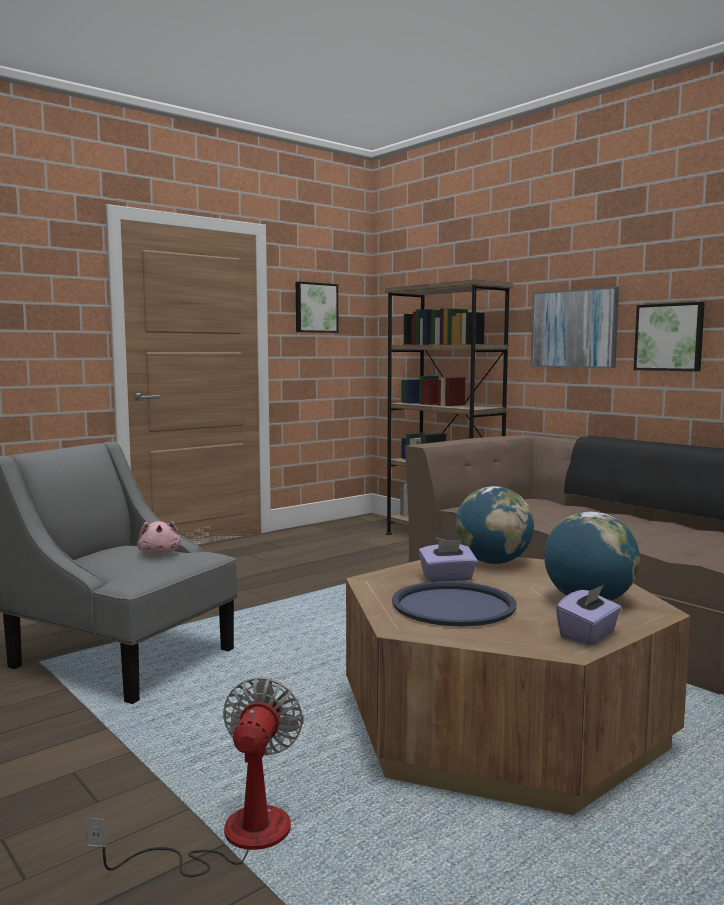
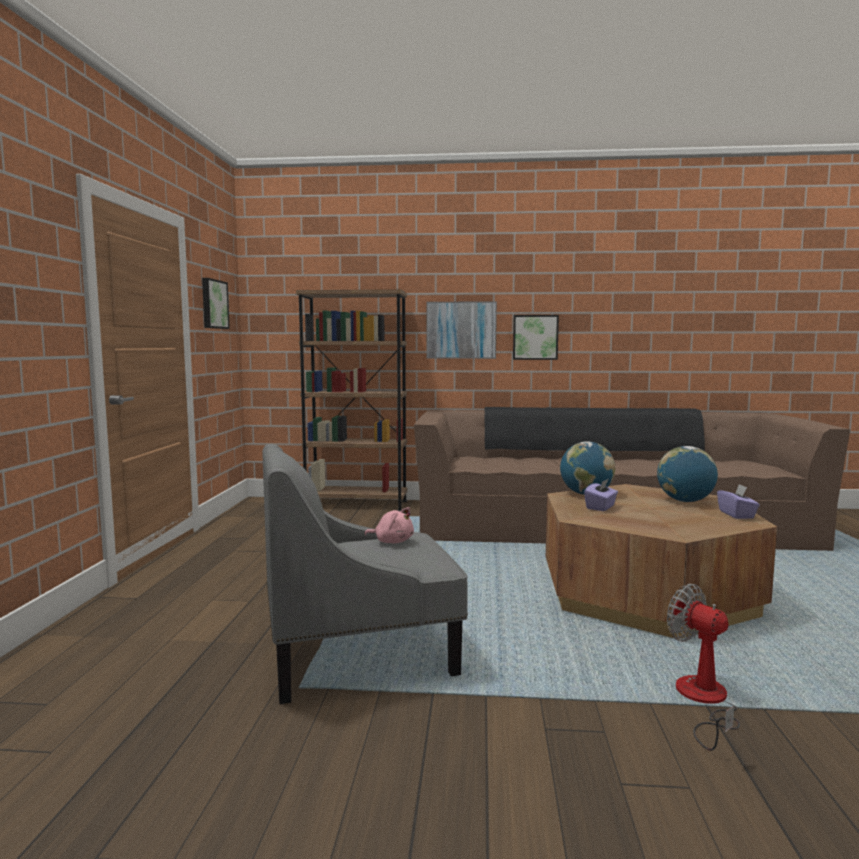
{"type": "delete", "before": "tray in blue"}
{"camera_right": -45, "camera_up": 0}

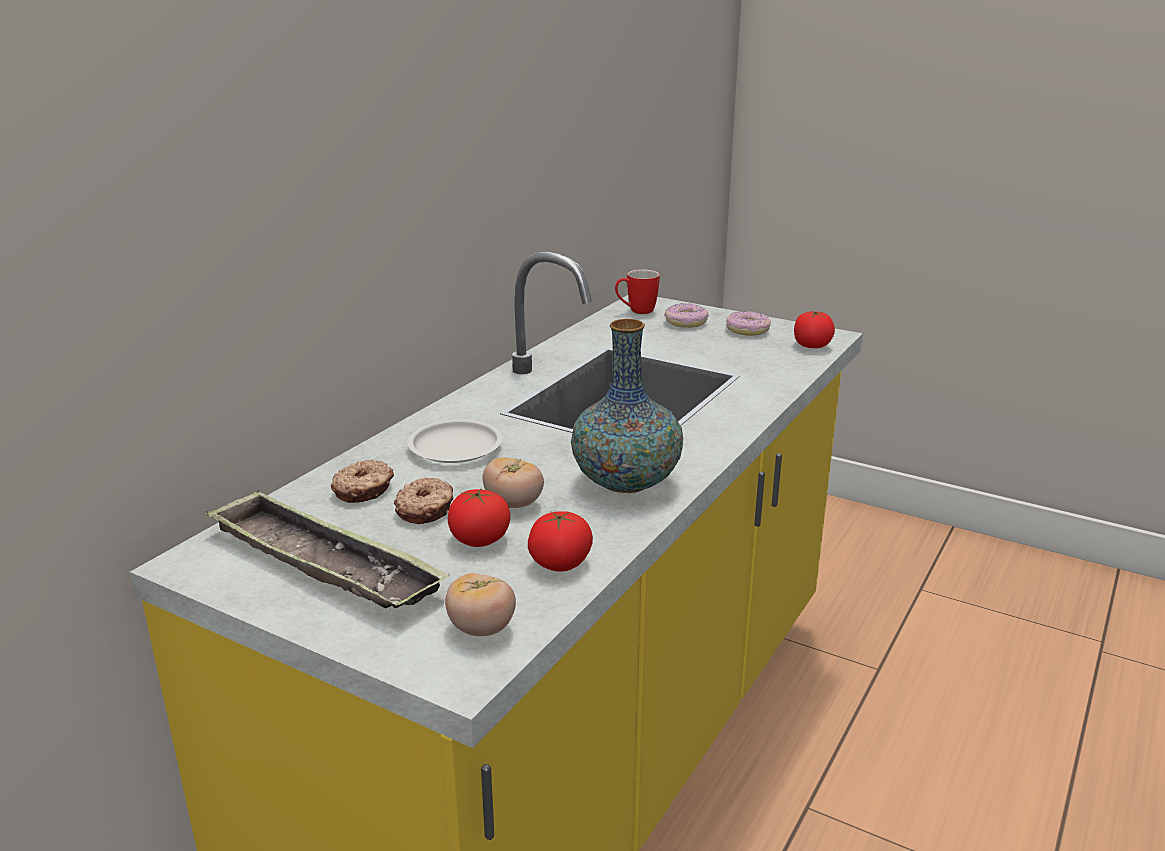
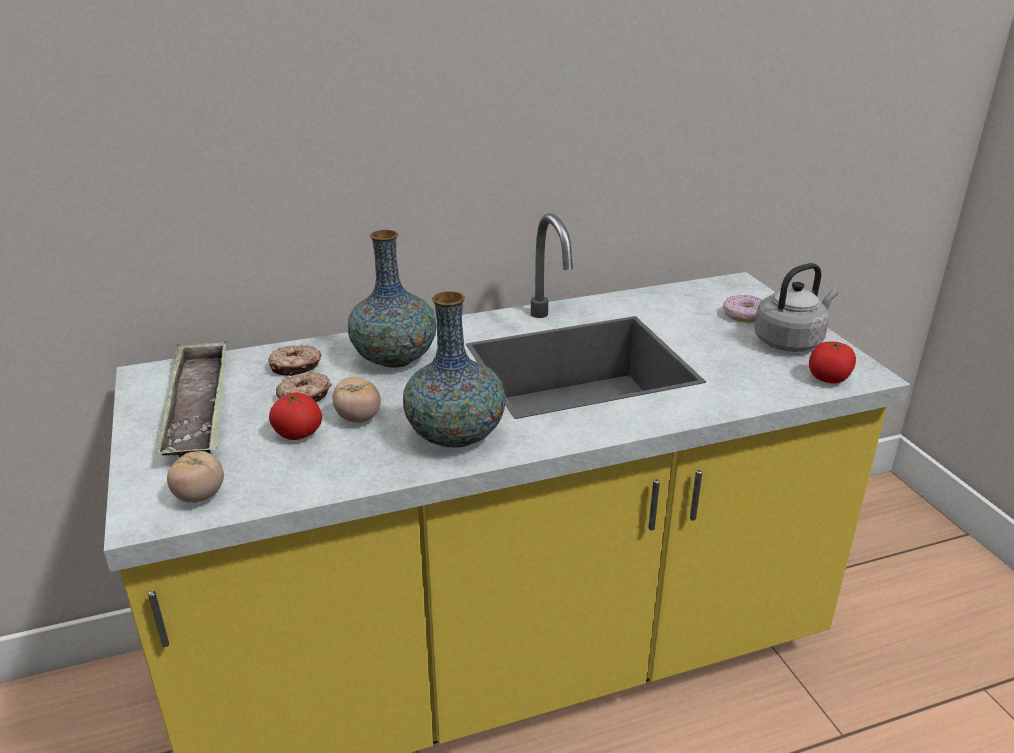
{"type": "delete", "before": "tomato (4th from left)"}
{"type": "delete", "before": "mug"}
{"type": "replace", "before": "plate in white", "after": "vase (1st from left)"}
{"type": "replace", "before": "donut (4th from left)", "after": "kettle in grey"}
{"camera_right": 40, "camera_up": 5}

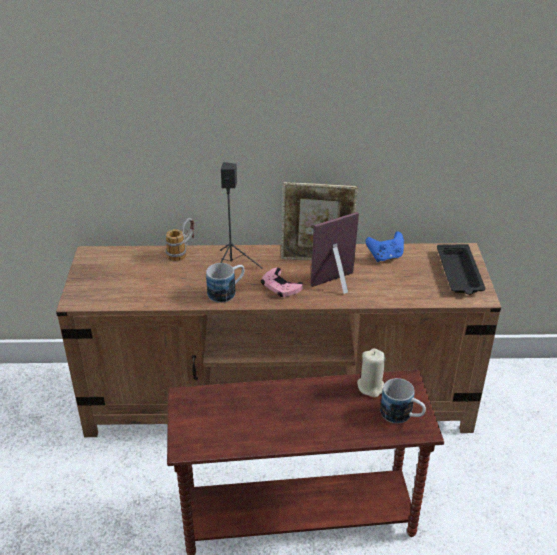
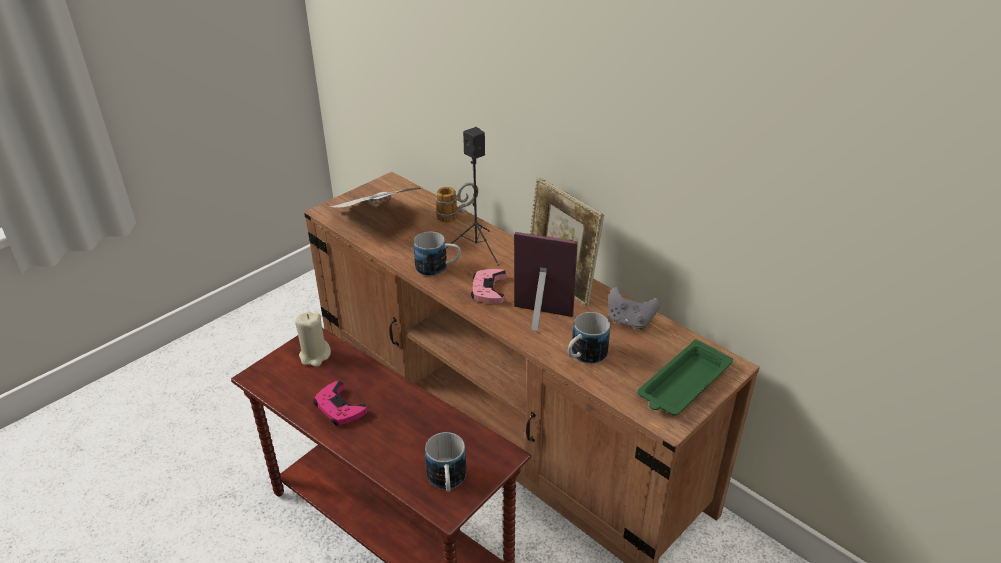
{"type": "insert", "after": "game controller in pink (1st from left)"}
{"type": "insert", "after": "newspaper"}
{"type": "insert", "after": "mug (4th from left)"}
{"type": "move", "before": "candle in beige"}
{"type": "recolor", "before": "game controller in blue", "after": "game controller in grey"}
{"type": "recolor", "before": "tray in black", "after": "tray in green"}
{"camera_right": 45, "camera_up": 0}

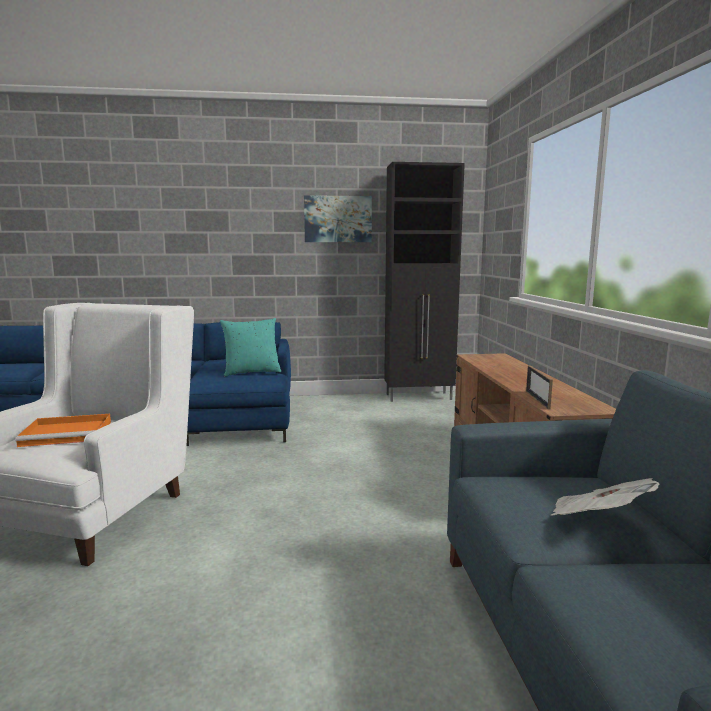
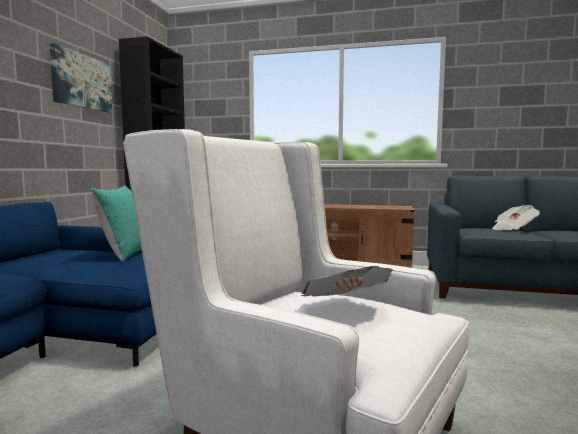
{"type": "delete", "before": "picture frame"}
{"type": "replace", "before": "tray in orange", "after": "newspaper (1st from left)"}
{"camera_right": -70, "camera_up": -5}

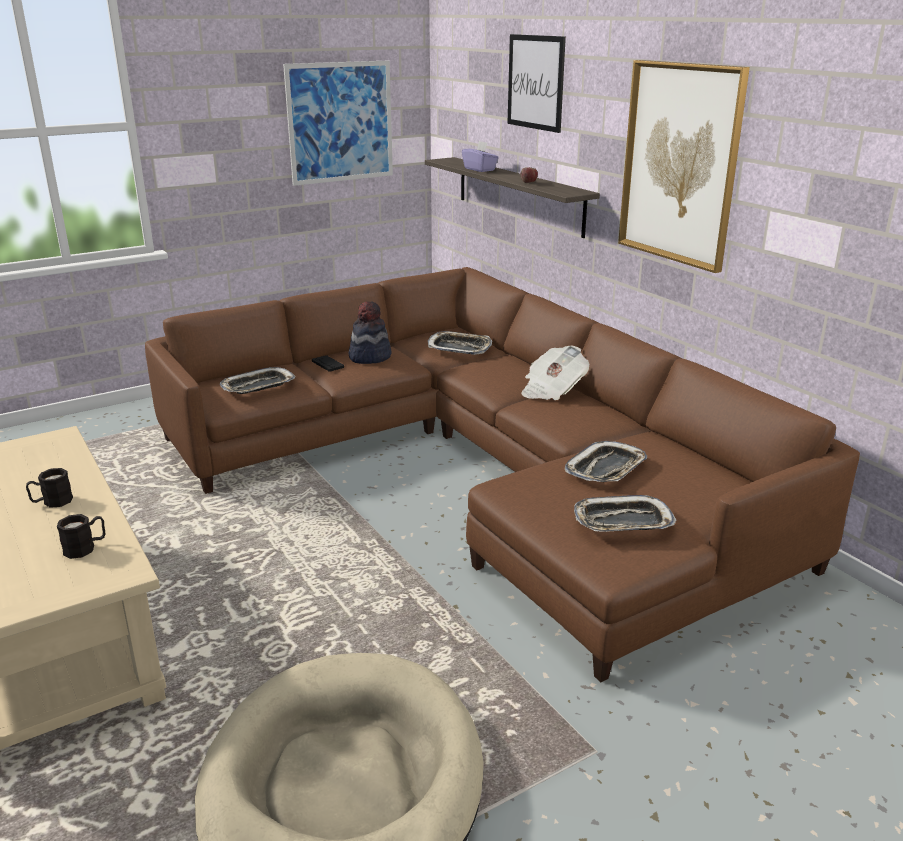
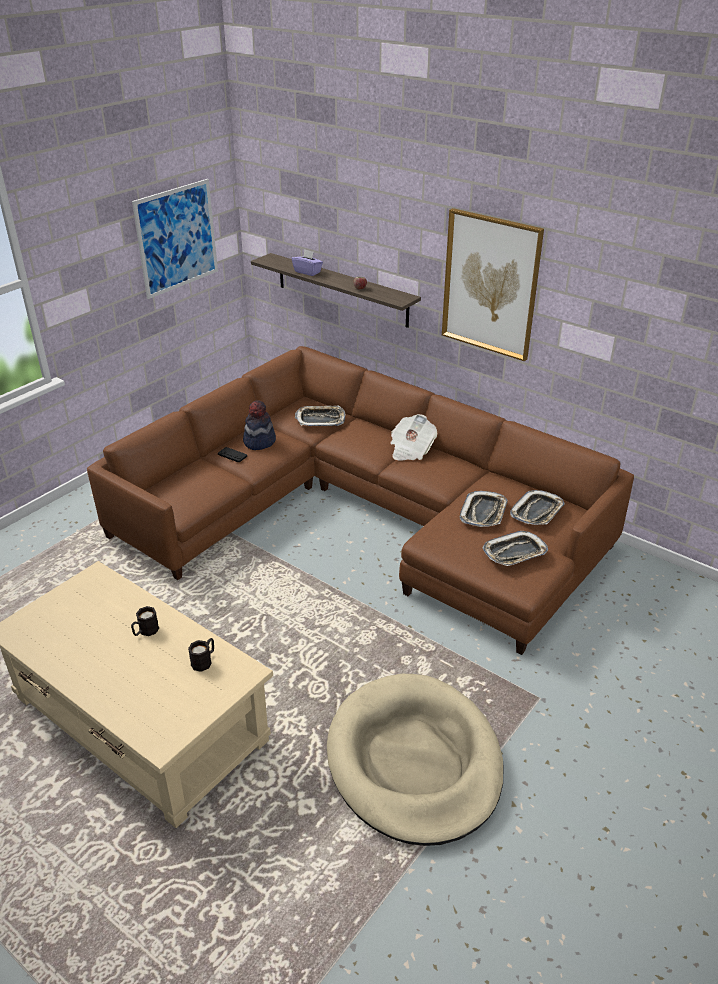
{"type": "delete", "before": "picture (2nd from left)"}
{"type": "move", "before": "tray (1st from left in the first image)", "after": "tray (4th from left)"}
{"camera_right": -20, "camera_up": 10}

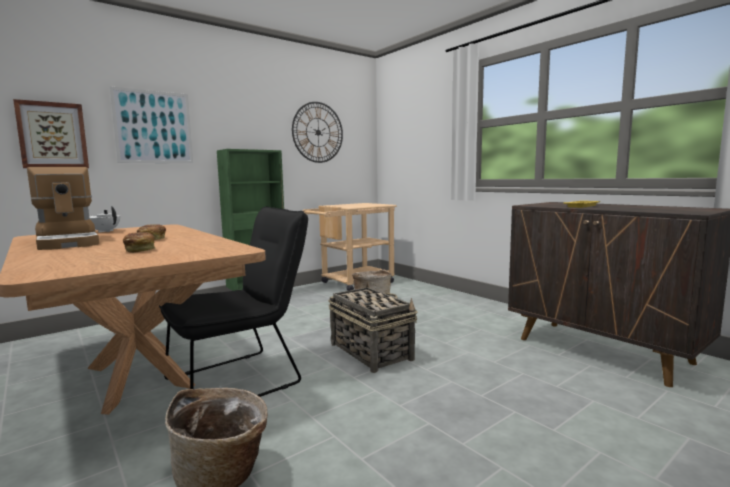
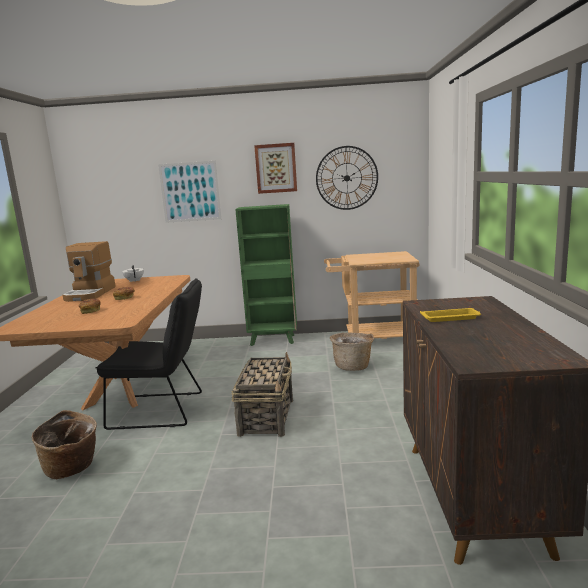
{"type": "move", "before": "picture (1st from left in the first image)", "after": "picture (2nd from left)"}
{"camera_right": 40, "camera_up": 5}

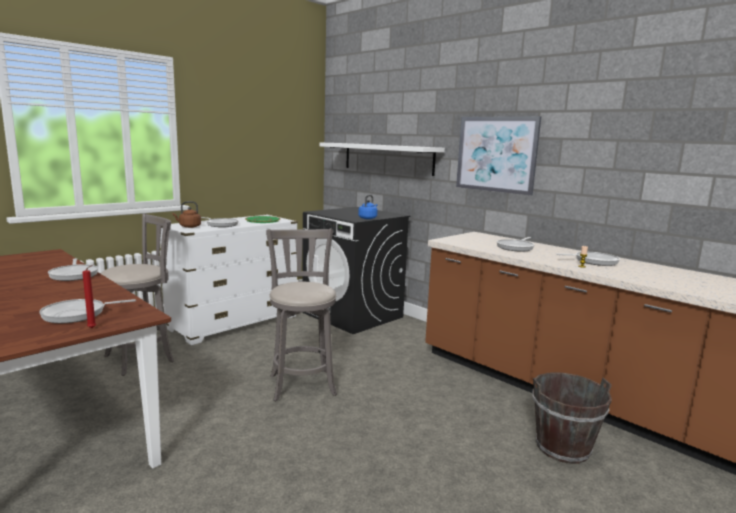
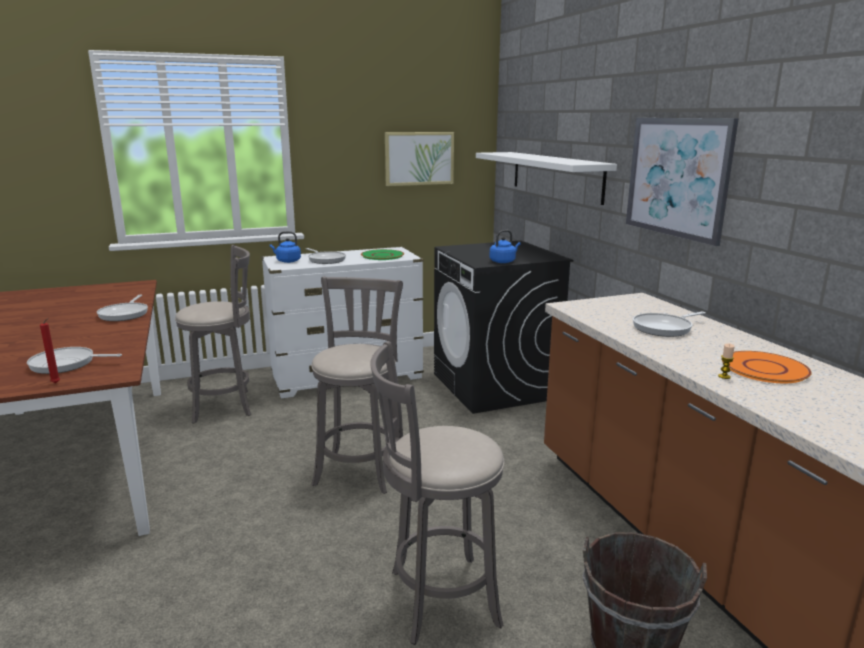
{"type": "insert", "after": "stool in grey (3rd from left)"}
{"type": "insert", "after": "picture (1st from left)"}
{"type": "replace", "before": "frying pan (5th from left)", "after": "plate in orange"}
{"type": "recolor", "before": "kettle in brown", "after": "kettle in blue (1st from left)"}
{"camera_right": 25, "camera_up": 5}

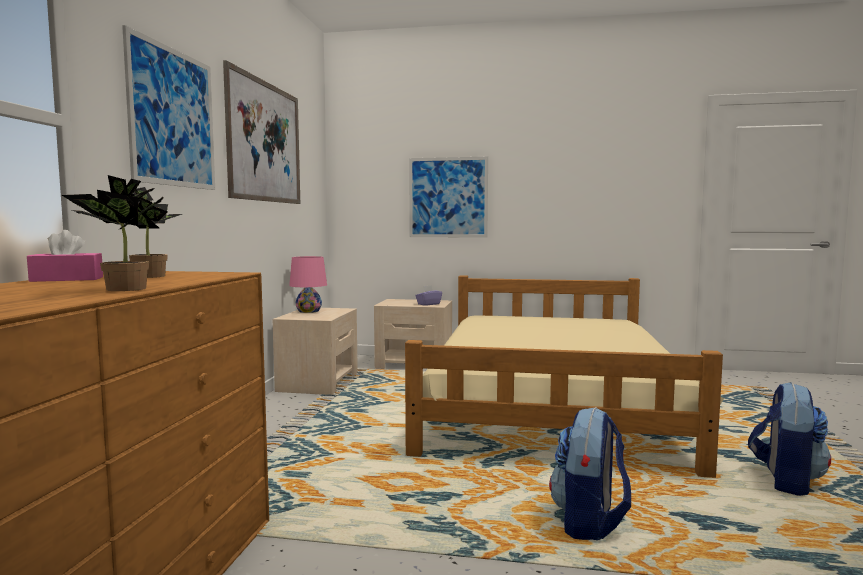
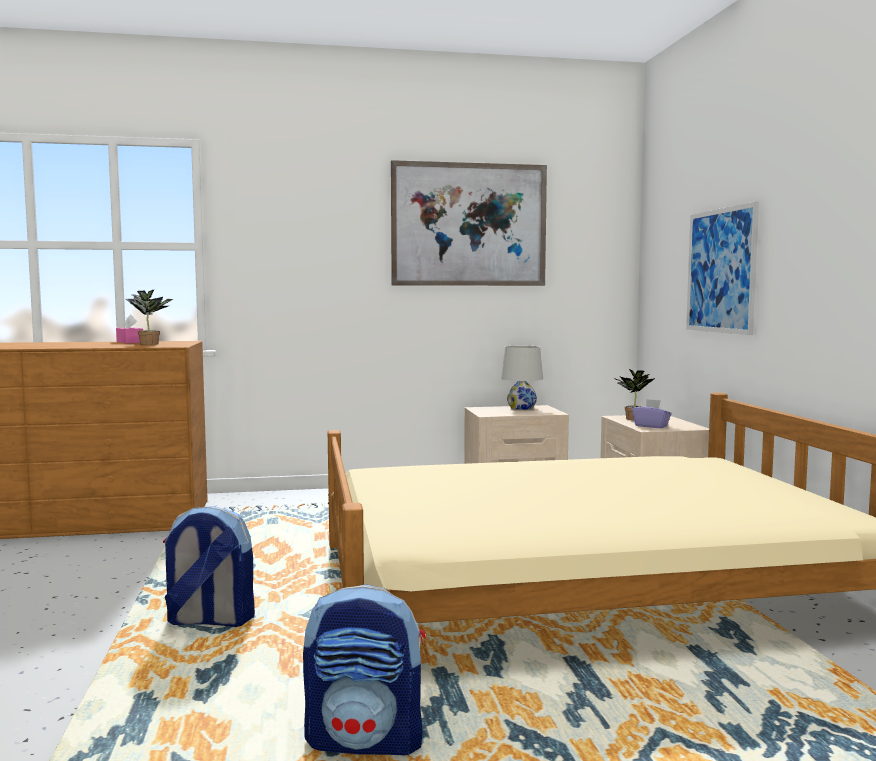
{"type": "delete", "before": "picture (1st from left)"}
{"type": "move", "before": "potted plant (1st from left in the first image)", "after": "potted plant (2nd from left)"}
{"type": "recolor", "before": "table lamp in pink", "after": "table lamp in white"}
{"camera_right": 70, "camera_up": 0}

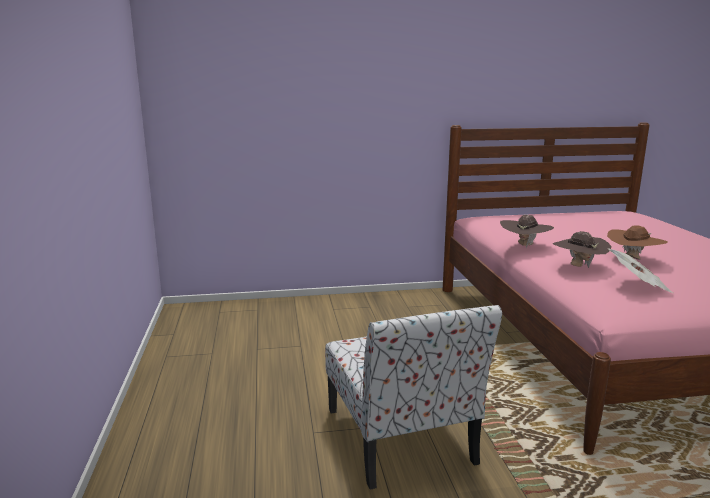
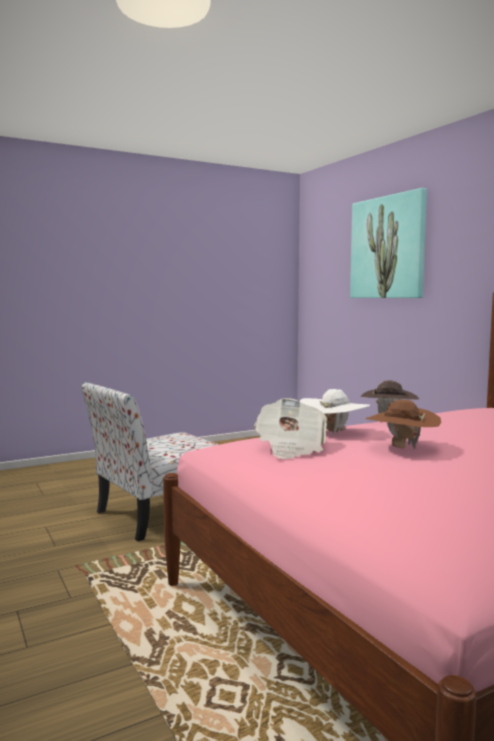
{"type": "insert", "after": "picture"}
{"type": "recolor", "before": "hat in brown (2nd from left)", "after": "hat in white"}
{"camera_right": 70, "camera_up": -10}

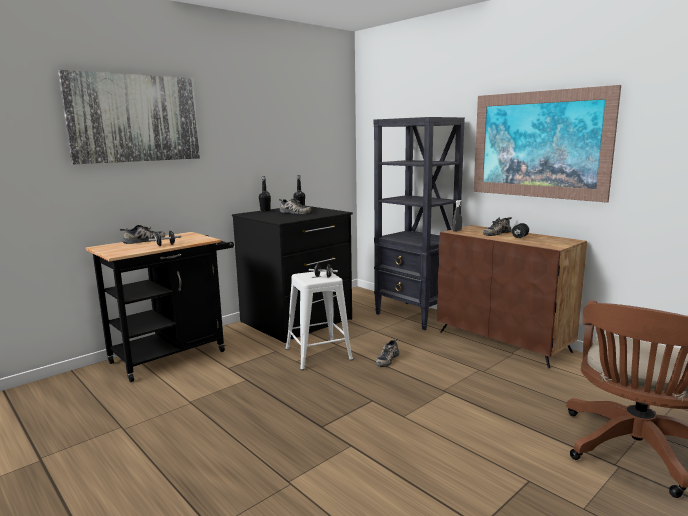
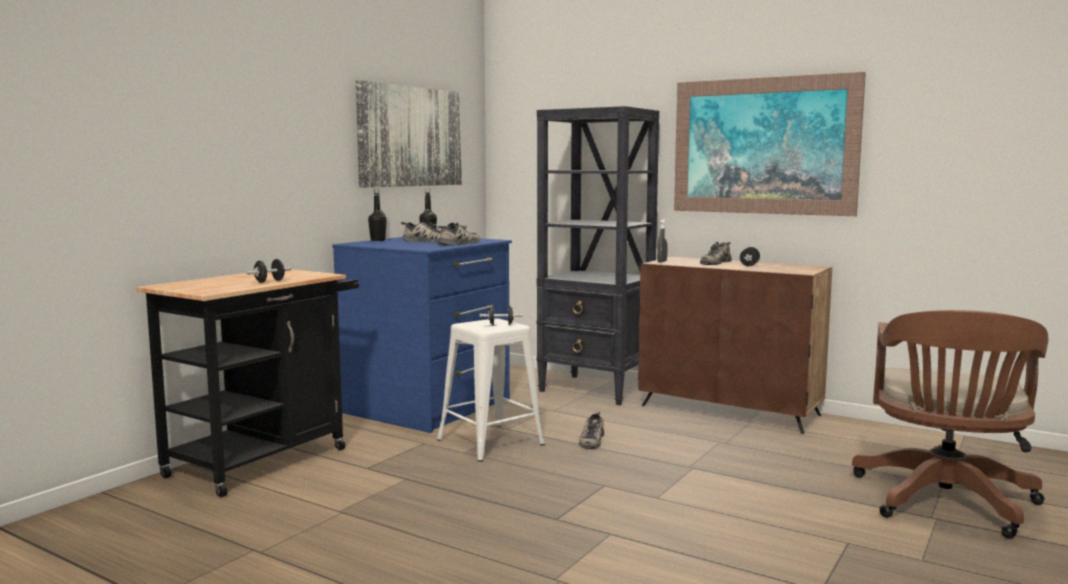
{"type": "move", "before": "picture (1st from left)"}
{"type": "move", "before": "shoe (1st from left in the first image)", "after": "shoe (2nd from left)"}
{"type": "recolor", "before": "dresser in black", "after": "dresser in blue"}
{"camera_right": -15, "camera_up": -5}

